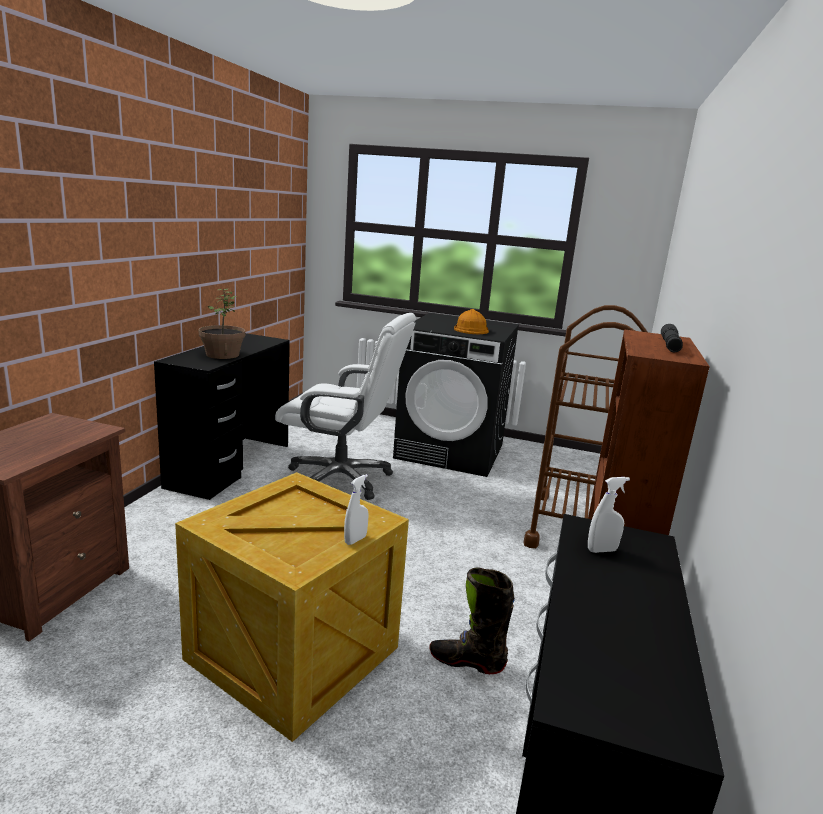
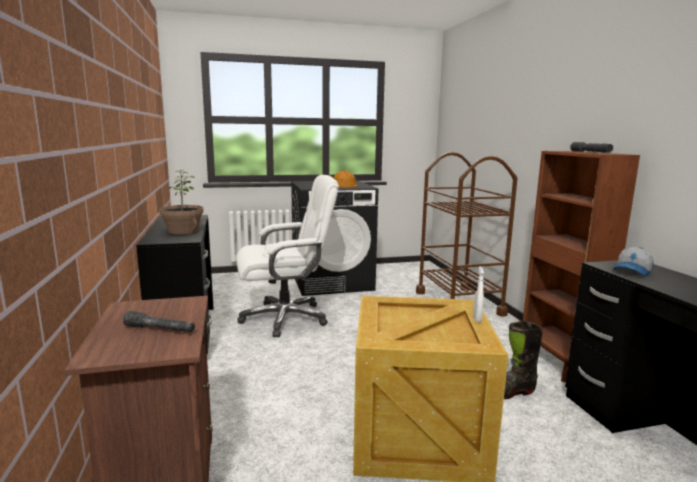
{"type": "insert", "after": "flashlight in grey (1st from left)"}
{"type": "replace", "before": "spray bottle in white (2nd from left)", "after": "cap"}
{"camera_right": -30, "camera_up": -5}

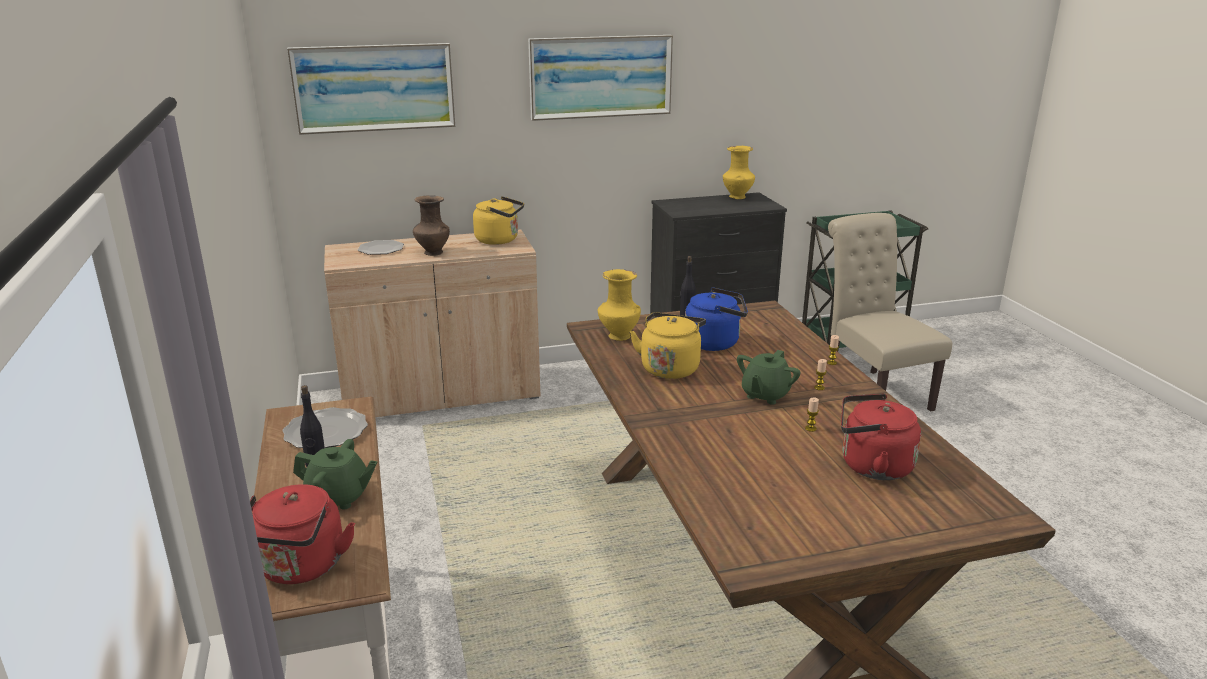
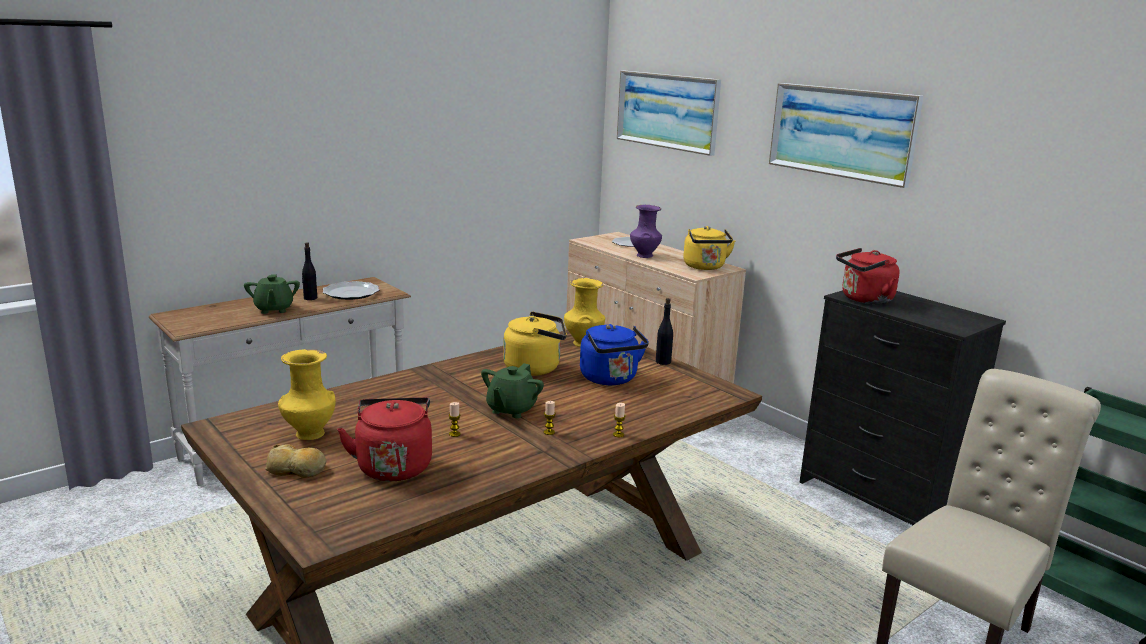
{"type": "insert", "after": "bread"}
{"type": "move", "before": "kettle in red (1st from left in the first image)", "after": "kettle in red (2nd from left)"}
{"type": "move", "before": "vase in yellow (2nd from left in the first image)", "after": "vase in yellow (1st from left)"}
{"type": "recolor", "before": "vase in brown", "after": "vase in purple"}
{"type": "rotate", "before": "teapot in green (2nd from left)", "turn": -75}
{"camera_right": 65, "camera_up": -5}

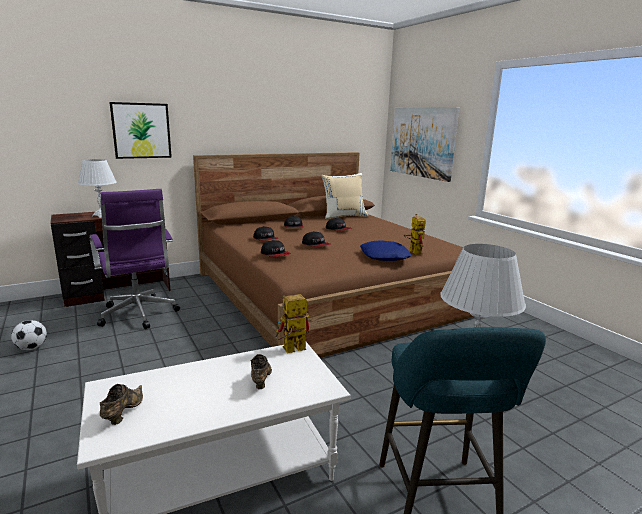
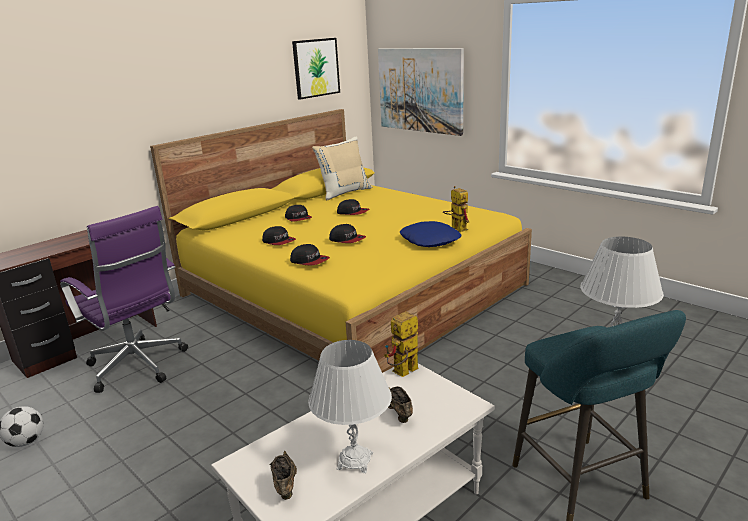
{"type": "move", "before": "table lamp in white (1st from left)"}
{"type": "move", "before": "picture (1st from left)"}
{"type": "recolor", "before": "bed in brown", "after": "bed in yellow"}
{"camera_right": -15, "camera_up": 5}

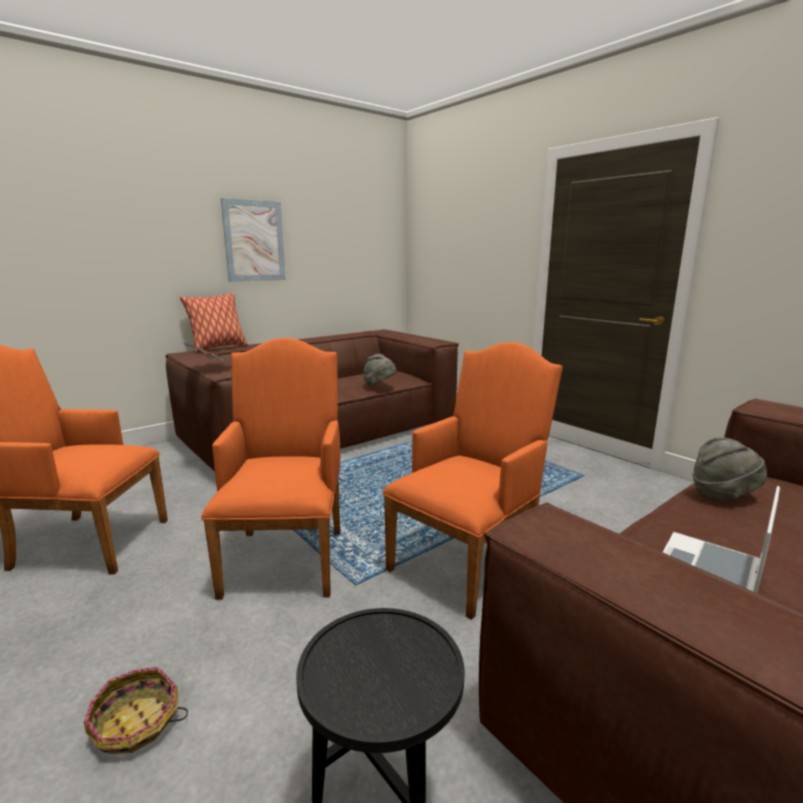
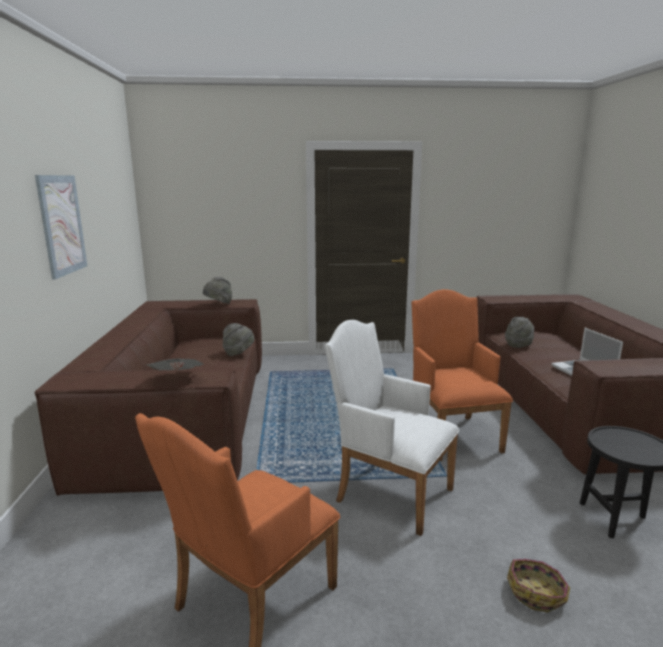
{"type": "delete", "before": "pillow"}
{"type": "insert", "after": "hat in grey (1st from left)"}
{"type": "recolor", "before": "armchair in orange (2nd from left)", "after": "armchair in white"}
{"camera_right": -55, "camera_up": 0}

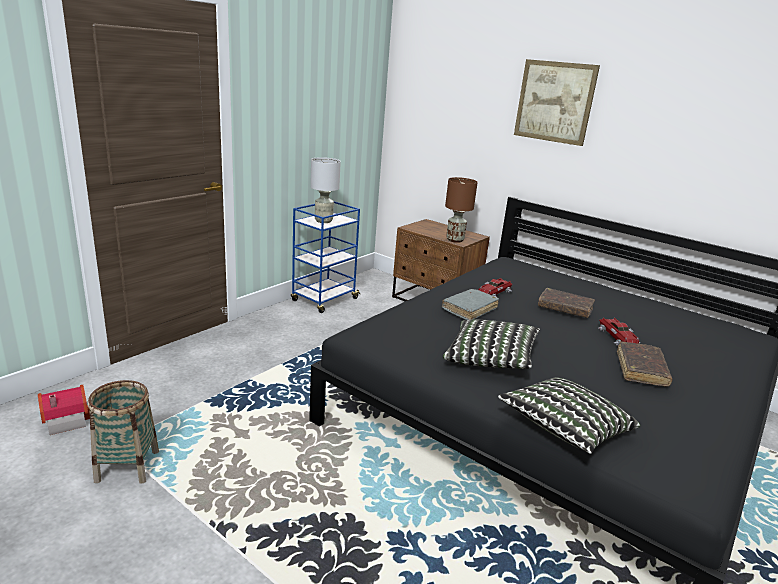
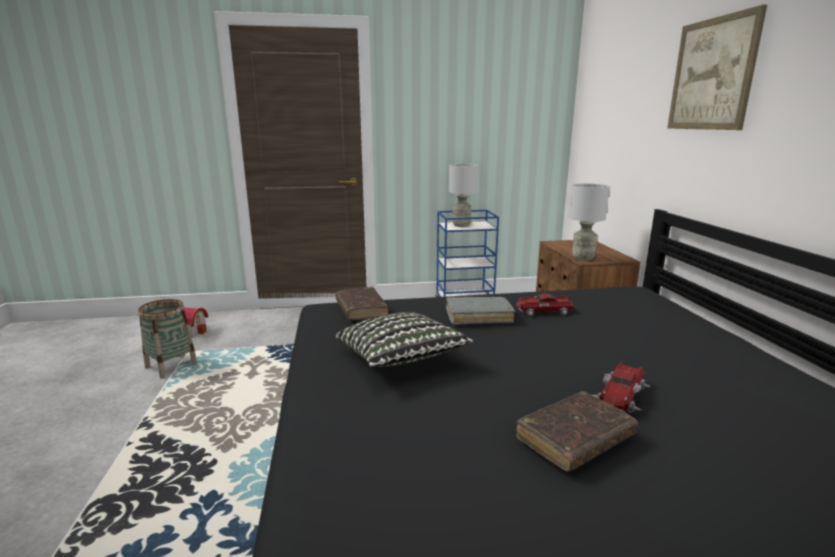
{"type": "delete", "before": "pillow (2nd from left)"}
{"type": "move", "before": "book in brown (1st from left)"}
{"type": "recolor", "before": "table lamp in brown", "after": "table lamp in grey (2nd from left)"}
{"camera_right": 45, "camera_up": -5}

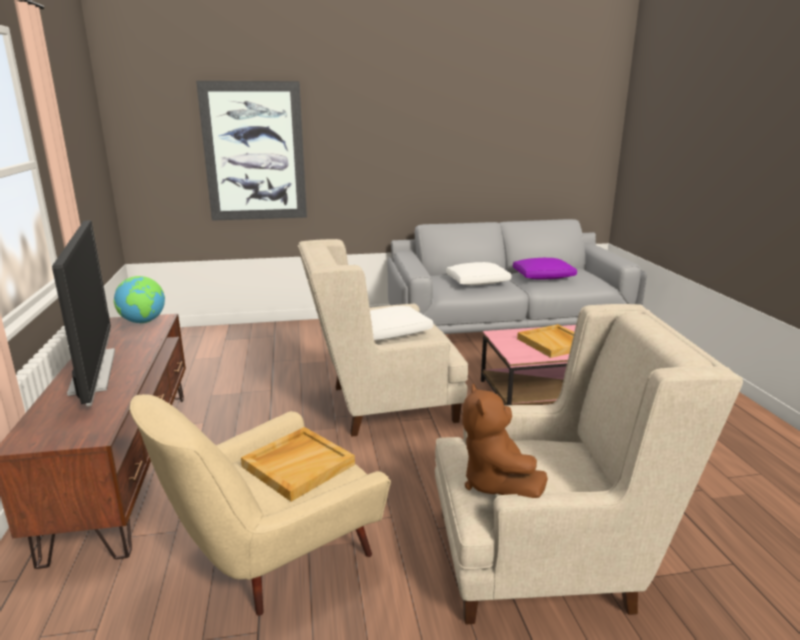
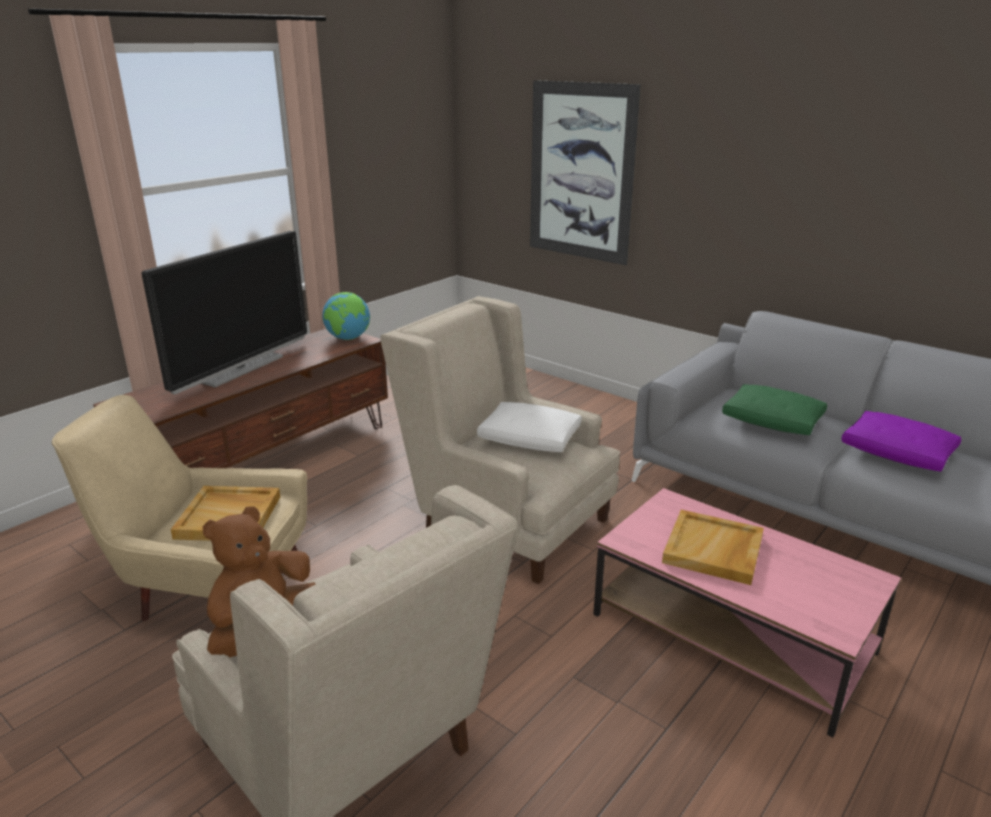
{"type": "recolor", "before": "pillow in white (2nd from left)", "after": "pillow in green"}
{"camera_right": 50, "camera_up": 5}

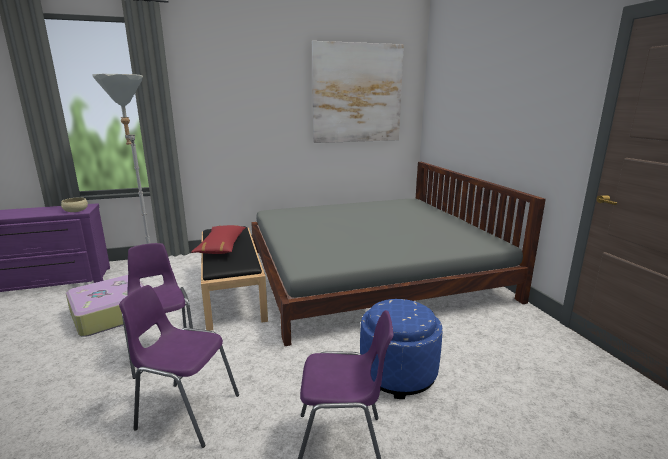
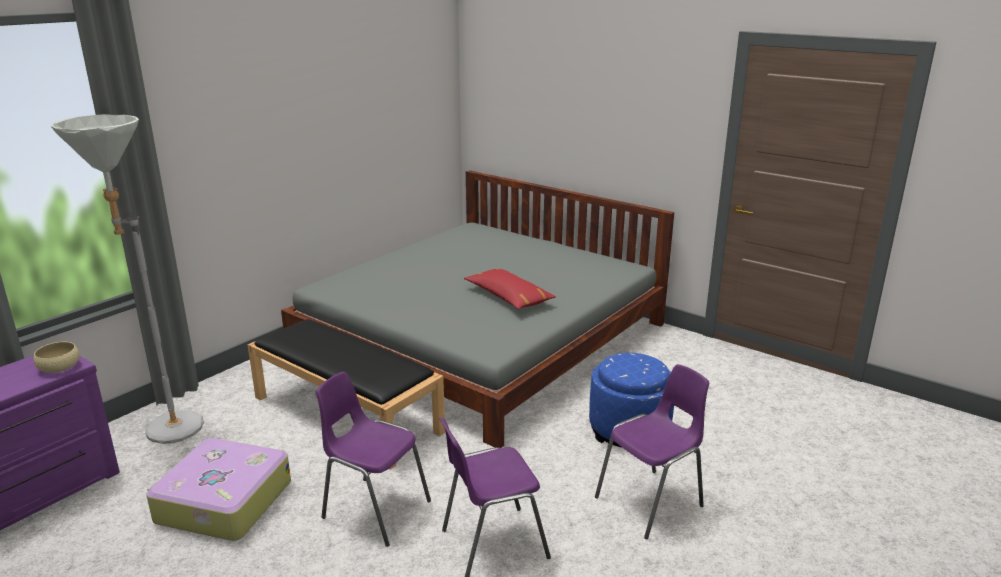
{"type": "delete", "before": "picture"}
{"type": "move", "before": "pillow in red"}
{"camera_right": -35, "camera_up": 5}

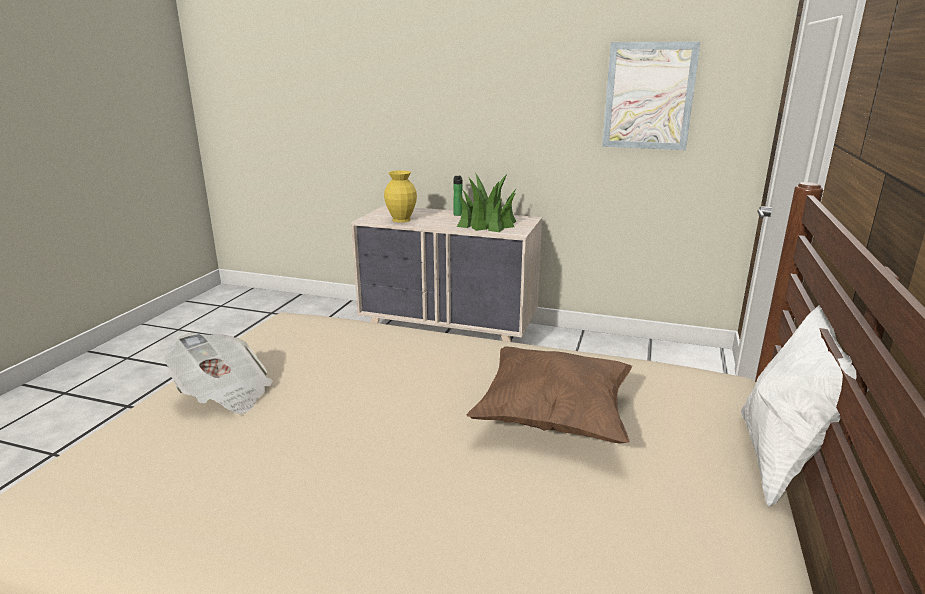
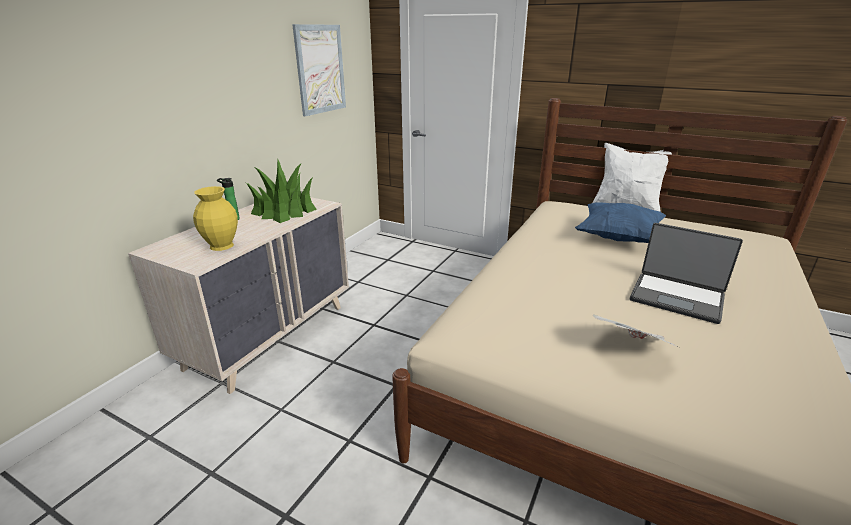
{"type": "insert", "after": "laptop"}
{"type": "recolor", "before": "pillow in brown", "after": "pillow in blue"}
{"camera_right": -80, "camera_up": 5}

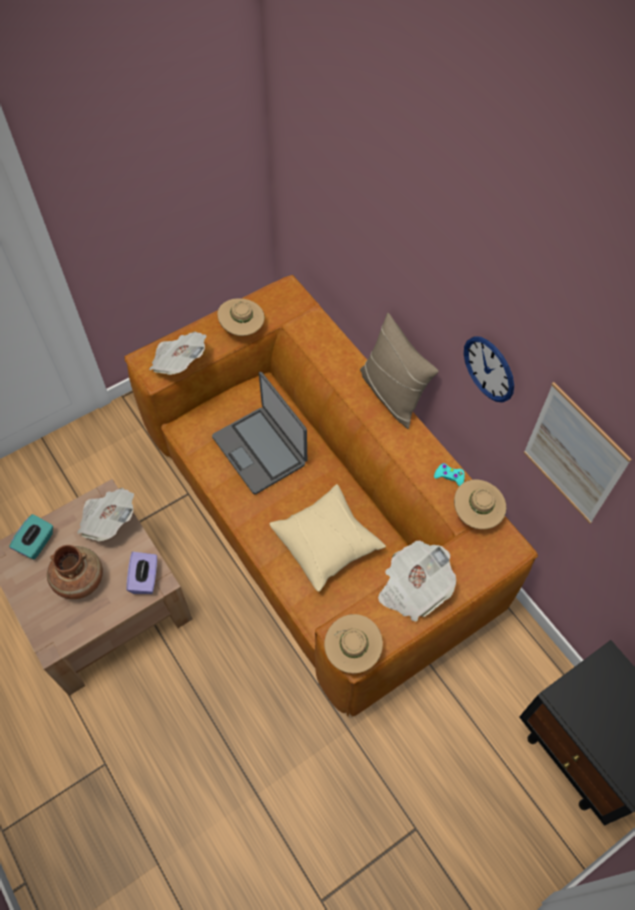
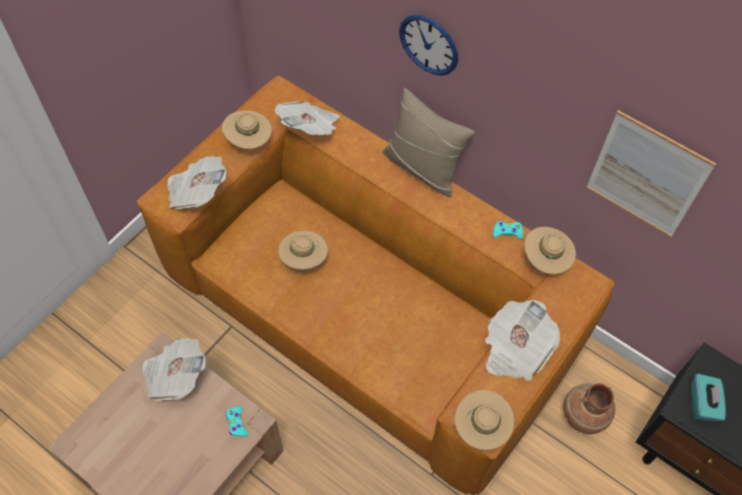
{"type": "delete", "before": "pillow in beige (1st from left)"}
{"type": "insert", "after": "newspaper (3rd from left)"}
{"type": "move", "before": "tissue box in turquoise"}
{"type": "move", "before": "vase in brown"}
{"type": "move", "before": "wall clock"}
{"type": "replace", "before": "tissue box in purple", "after": "game controller in turquoise (1st from left)"}
{"type": "replace", "before": "laptop", "after": "hat in beige (2nd from left)"}
{"camera_right": -20, "camera_up": 0}

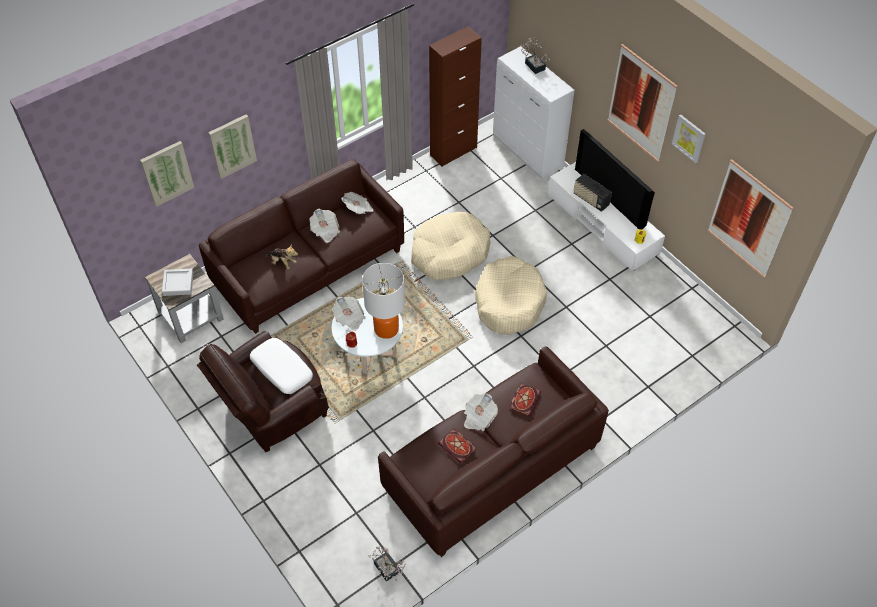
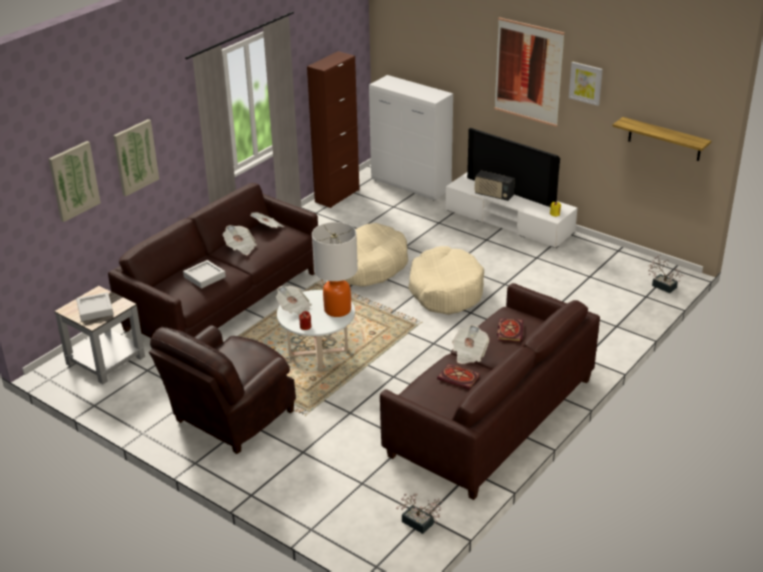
{"type": "delete", "before": "pillow in white"}
{"type": "move", "before": "potted plant (2nd from left)"}
{"type": "replace", "before": "plush toy", "after": "tray in grey (2nd from left)"}
{"type": "replace", "before": "picture (5th from left)", "after": "shelf"}
{"camera_right": -15, "camera_up": -20}

